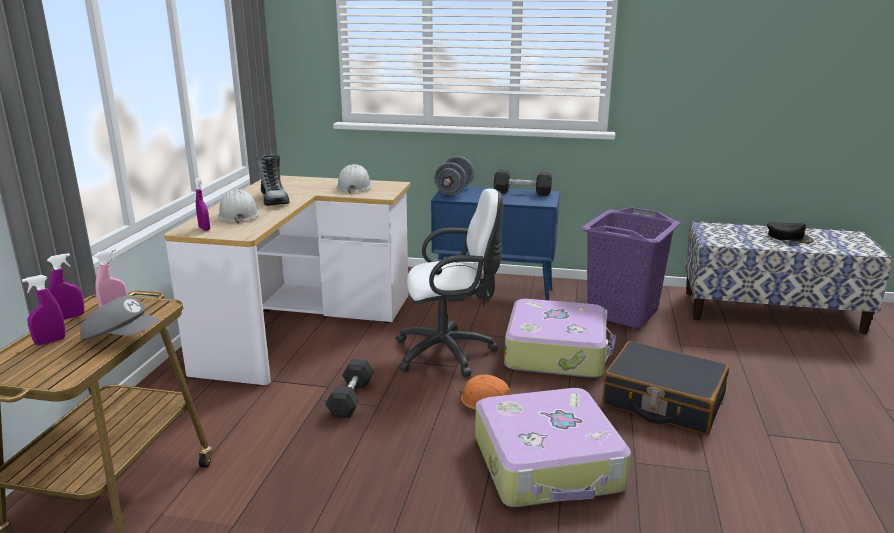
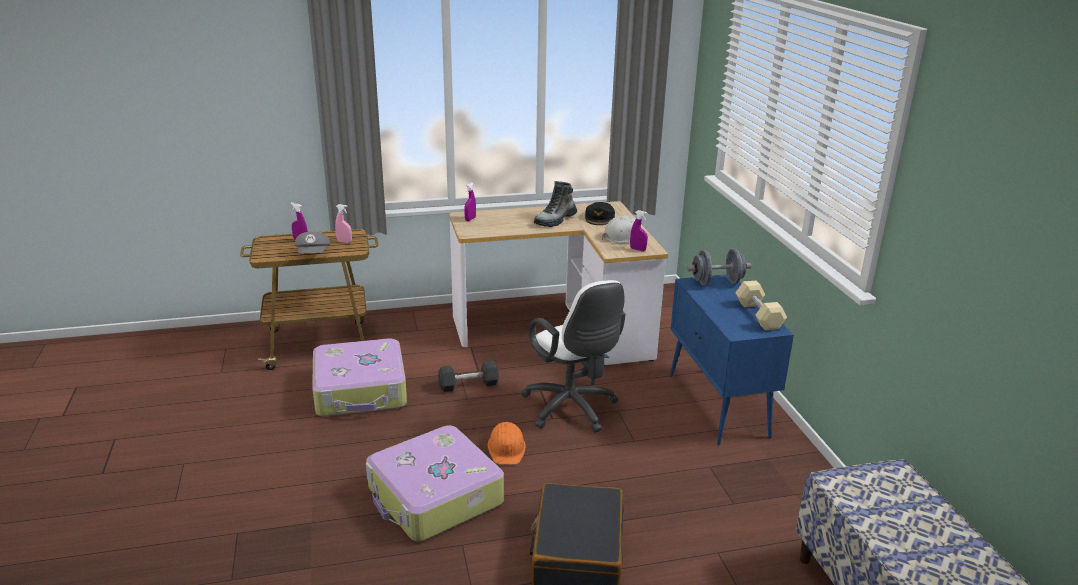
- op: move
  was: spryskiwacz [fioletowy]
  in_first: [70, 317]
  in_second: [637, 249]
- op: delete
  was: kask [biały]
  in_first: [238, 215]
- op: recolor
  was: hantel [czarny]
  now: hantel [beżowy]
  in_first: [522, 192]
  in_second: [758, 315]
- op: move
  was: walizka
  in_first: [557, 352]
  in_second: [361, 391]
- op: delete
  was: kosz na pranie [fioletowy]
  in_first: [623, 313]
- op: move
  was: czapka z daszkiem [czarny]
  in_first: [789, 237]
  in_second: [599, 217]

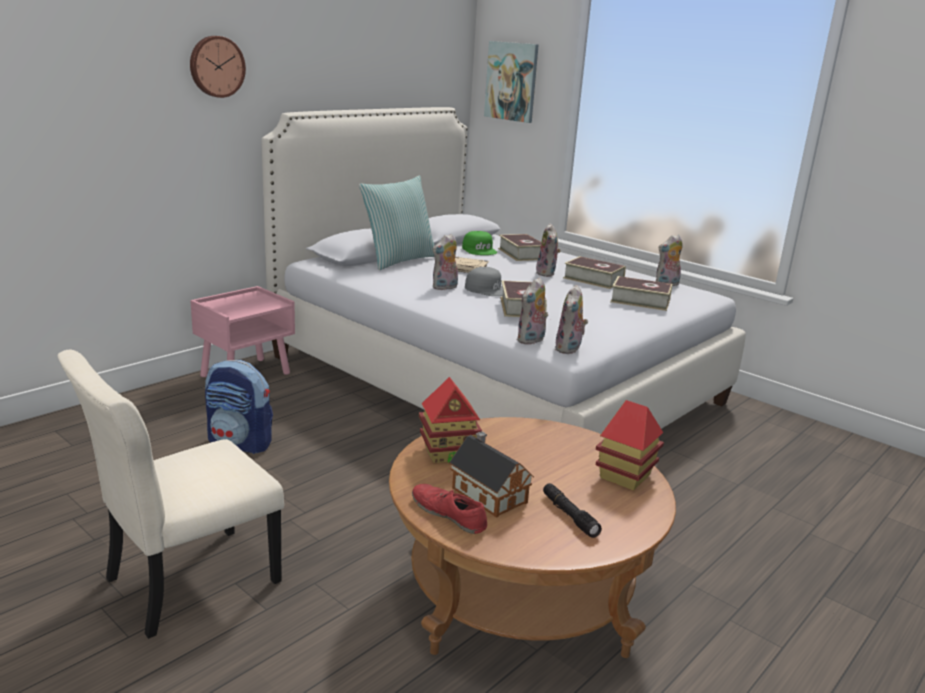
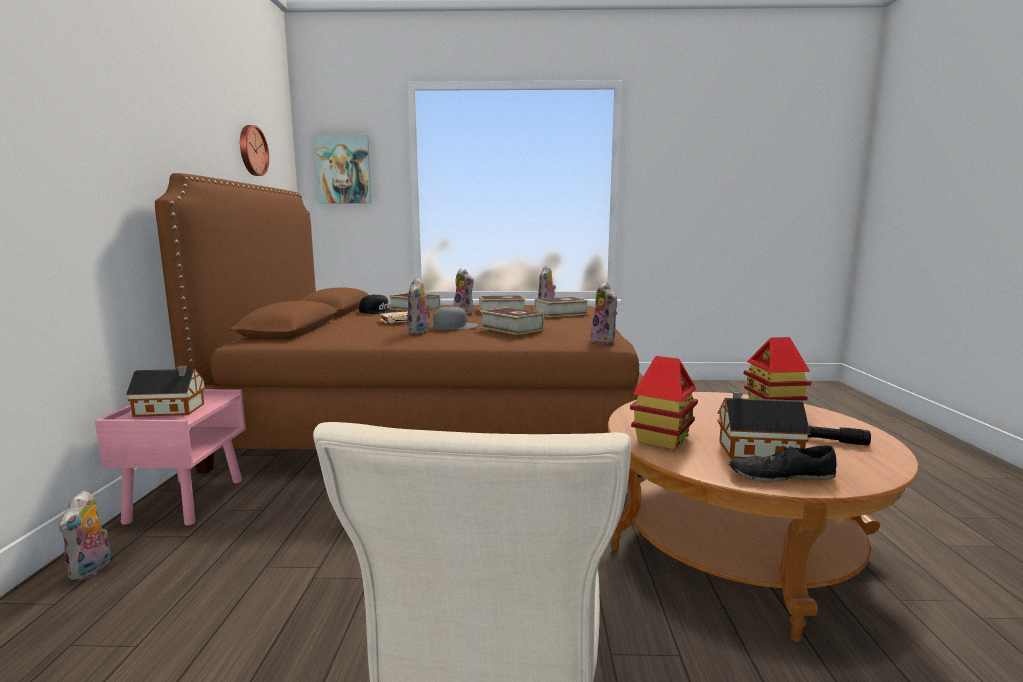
- op: move
  was: zegar ścienny
  in_first: [216, 66]
  in_second: [252, 150]
- op: delete
  was: plecak
  in_first: [241, 443]
- op: recolor
  was: łóżko [biały]
  now: łóżko [brązowy]
  in_first: [492, 379]
  in_second: [439, 420]
- op: delete
  was: poduszka
  in_first: [398, 260]
- op: recolor
  was: but [czerwony]
  now: but [czarny]
  in_first: [449, 514]
  in_second: [780, 476]
- op: recolor
  was: czapka z daszkiem [zielony]
  now: czapka z daszkiem [czarny]
  in_first: [480, 250]
  in_second: [378, 311]
- op: move
  was: pluszak
  in_first: [531, 340]
  in_second: [92, 570]
- op: insert
  now: domek
  in_second: [172, 410]

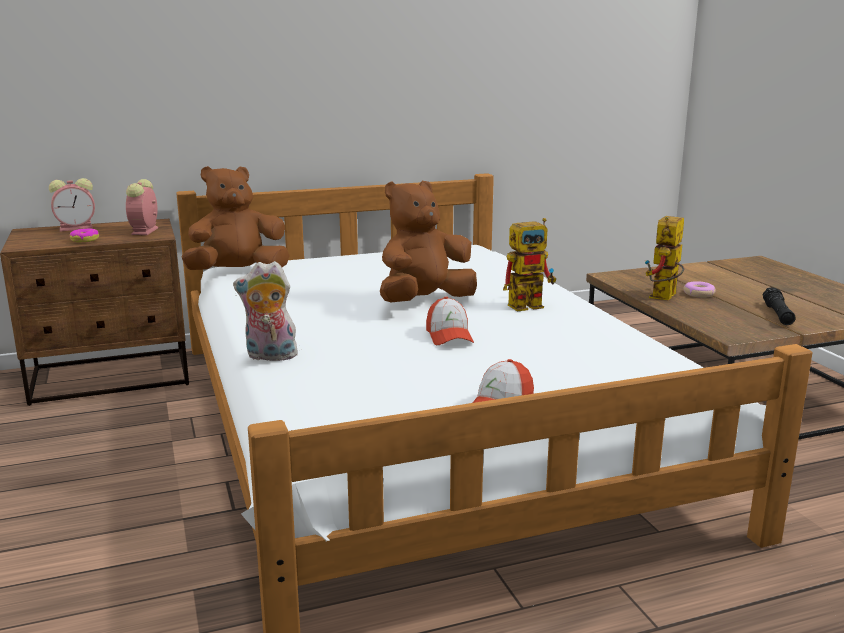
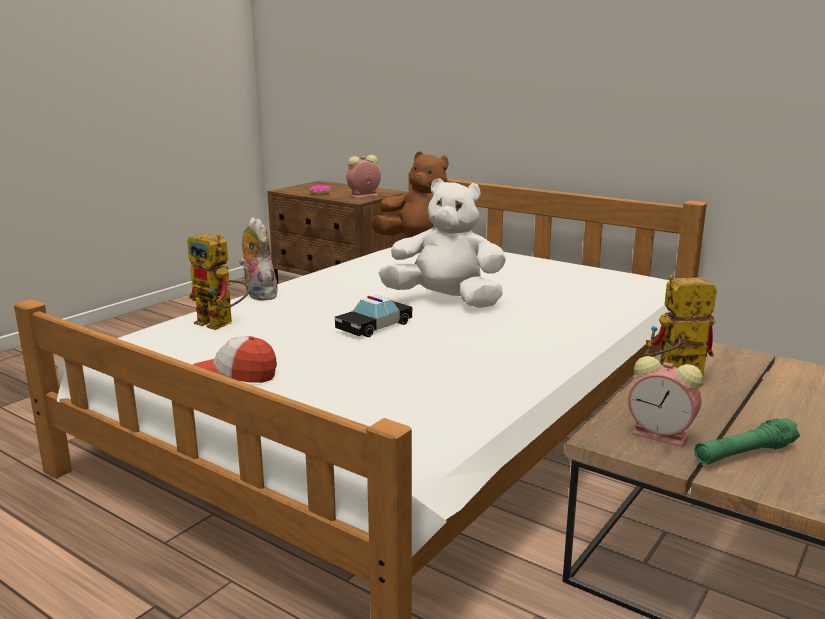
- op: move
  was: budzik
  in_first: [77, 228]
  in_second: [663, 435]
- op: recolor
  was: pluszak [brązowy]
  now: pluszak [biały]
  in_first: [424, 302]
  in_second: [446, 301]
- op: replace
  was: czapka z daszkiem
  now: samochodzik
  in_first: [449, 336]
  in_second: [374, 326]
- op: move
  was: robot zabawkowy
  in_first: [531, 304]
  in_second: [221, 324]
- op: delete
  was: donut
  in_first: [698, 294]
- op: recolor
  was: latarka [czarny]
  now: latarka [zielony]
  in_first: [777, 314]
  in_second: [744, 453]

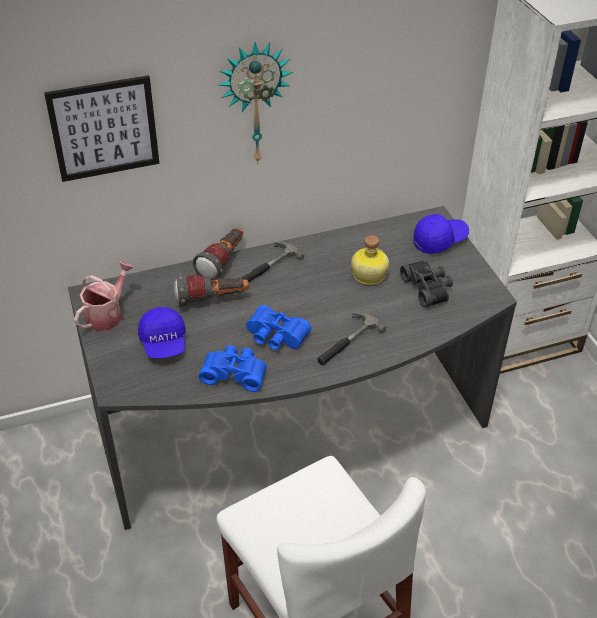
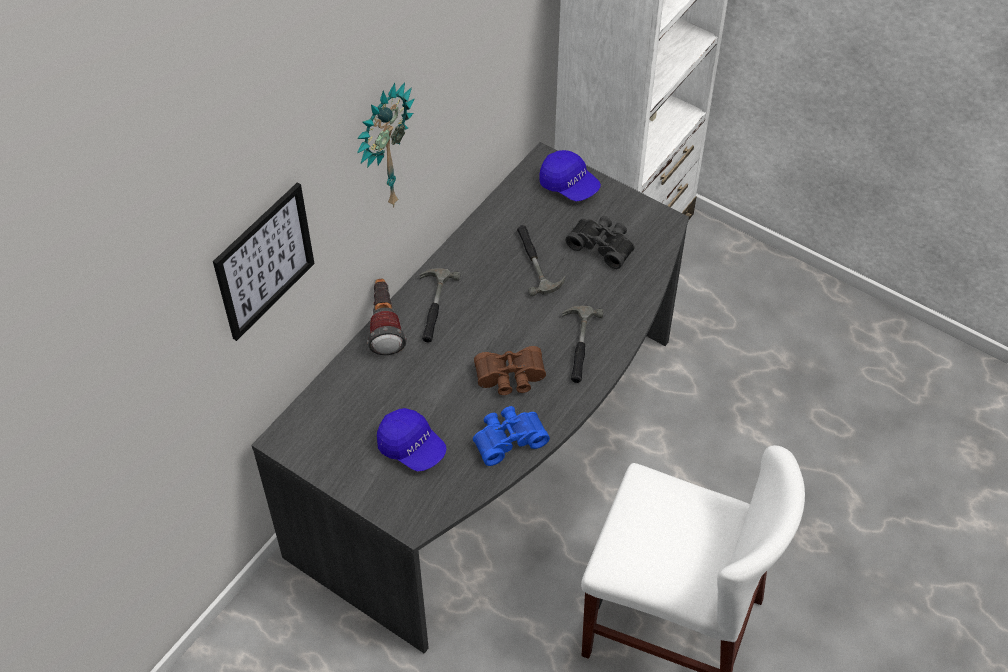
- op: delete
  was: konewka
  in_first: [107, 314]
- op: delete
  was: latarka
  in_first: [212, 300]
- op: recolor
  was: lornetka [niebieski]
  now: lornetka [brązowy]
  in_first: [275, 337]
  in_second: [510, 378]
- op: replace
  was: butelka
  now: młotek
  in_first: [368, 275]
  in_second: [536, 261]
- op: rotate
  was: czapka z daszkiem [niebieski]
  in_first: [439, 240]
  in_second: [569, 185]
  clockwise: 105

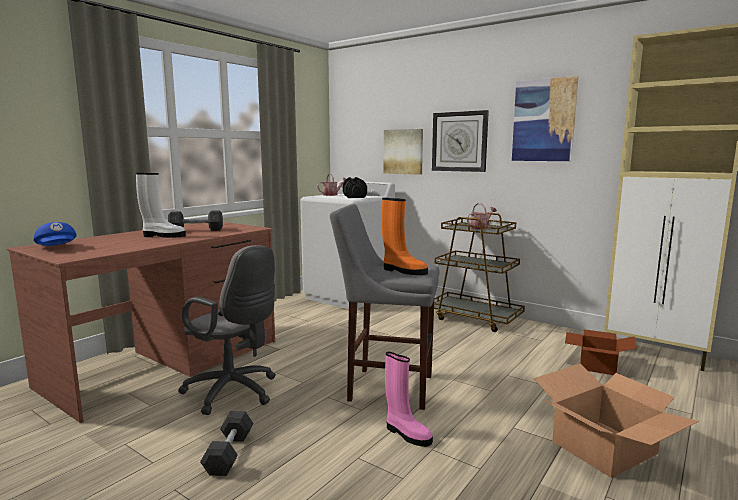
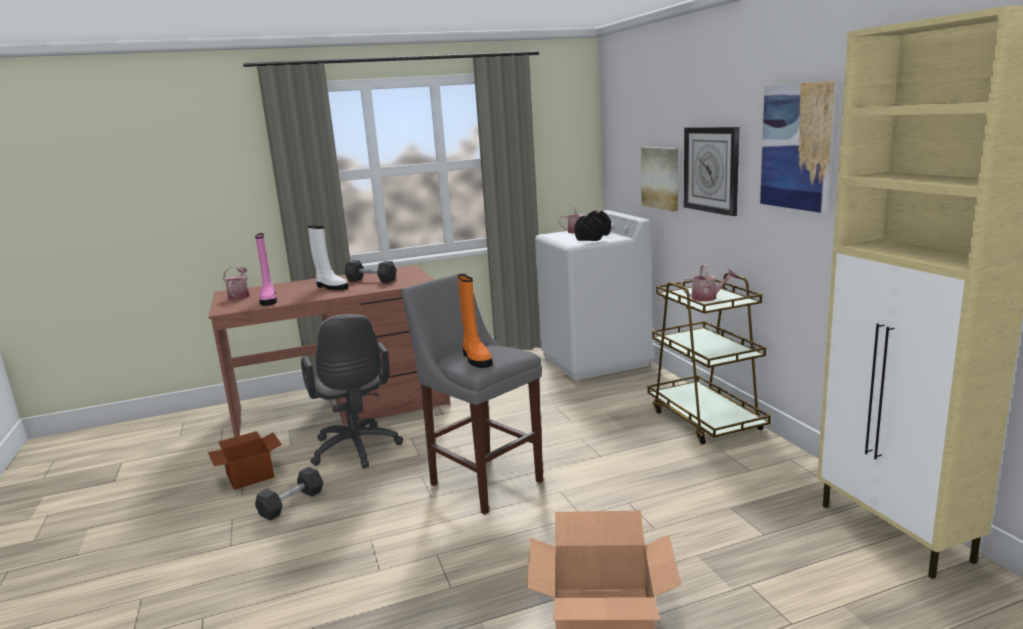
- op: replace
  was: czapka z daszkiem [niebieski]
  now: konewka
  in_first: [58, 248]
  in_second: [239, 296]
- op: move
  was: but z cholewką [różowy]
  in_first: [406, 434]
  in_second: [269, 300]
- op: move
  was: karton
  in_first: [596, 365]
  in_second: [250, 475]

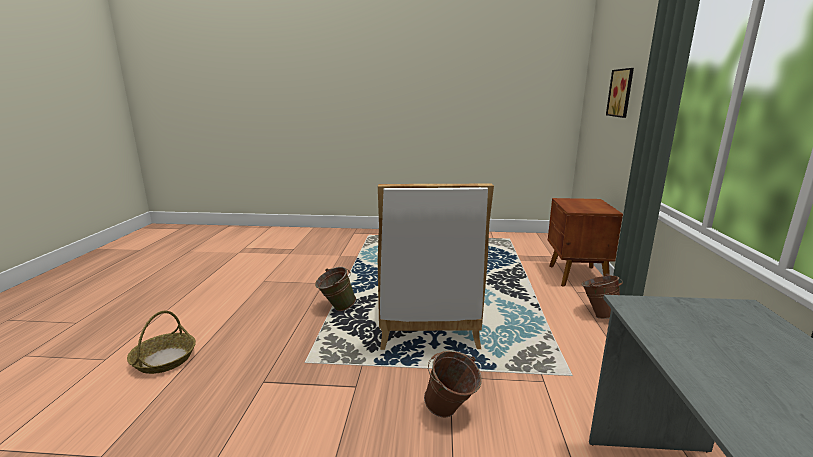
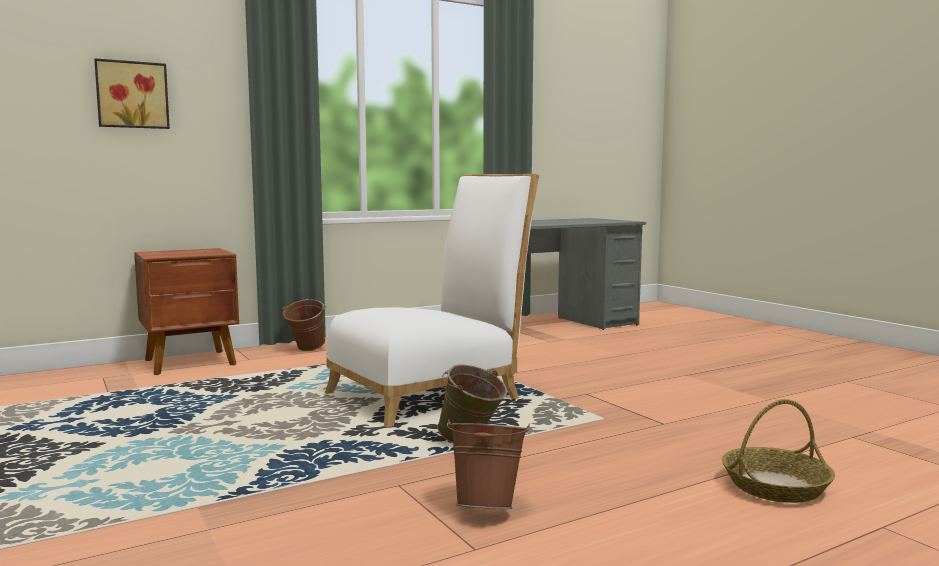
- op: move
  was: wiadro [brązowy]
  in_first: [450, 413]
  in_second: [487, 507]

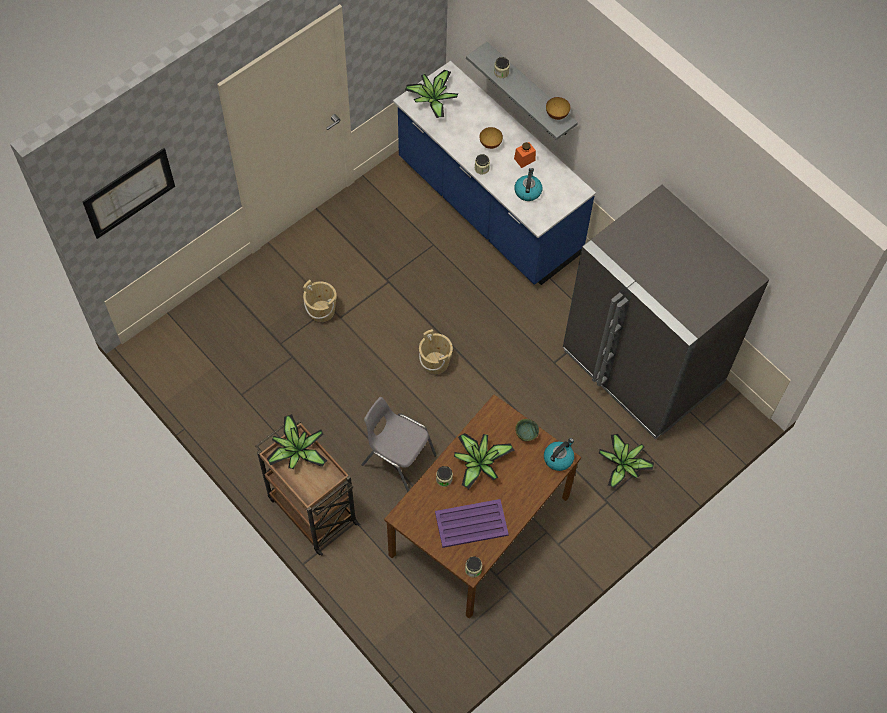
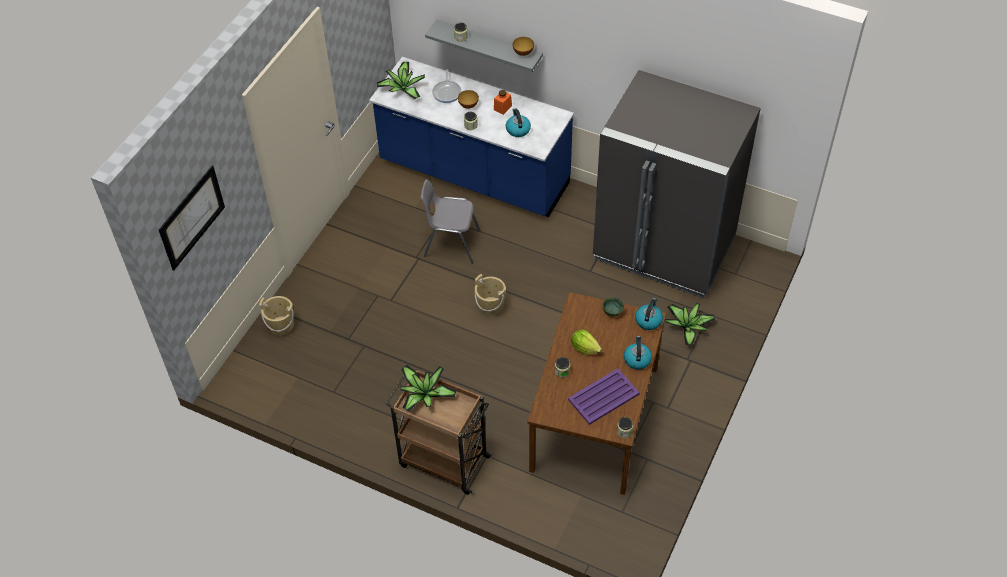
- op: move
  was: wiadro [beżowy]
  in_first: [321, 311]
  in_second: [281, 325]
- op: move
  was: krzesło [szary]
  in_first: [398, 460]
  in_second: [451, 243]
- op: replace
  was: roślina doniczkowa
  now: sałata
  in_first: [479, 462]
  in_second: [585, 348]
- op: insert
  now: patelnia
  in_second: [447, 92]
- op: insert
  now: czajnik
  in_second: [637, 359]

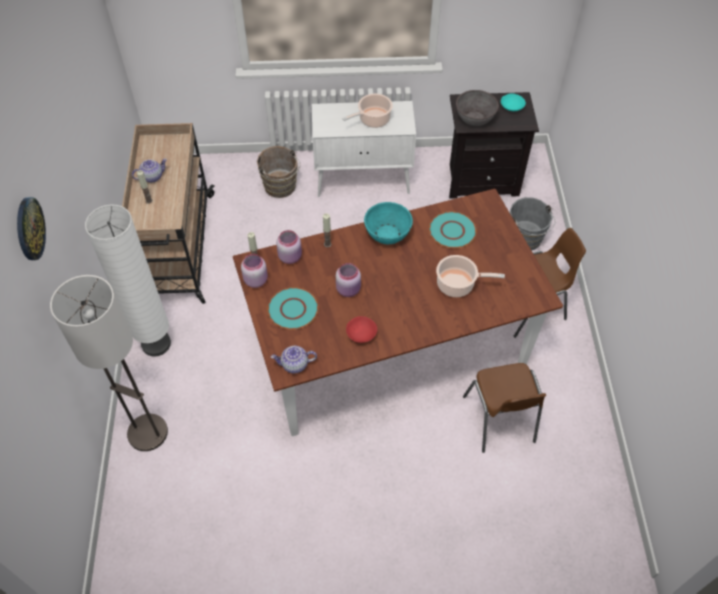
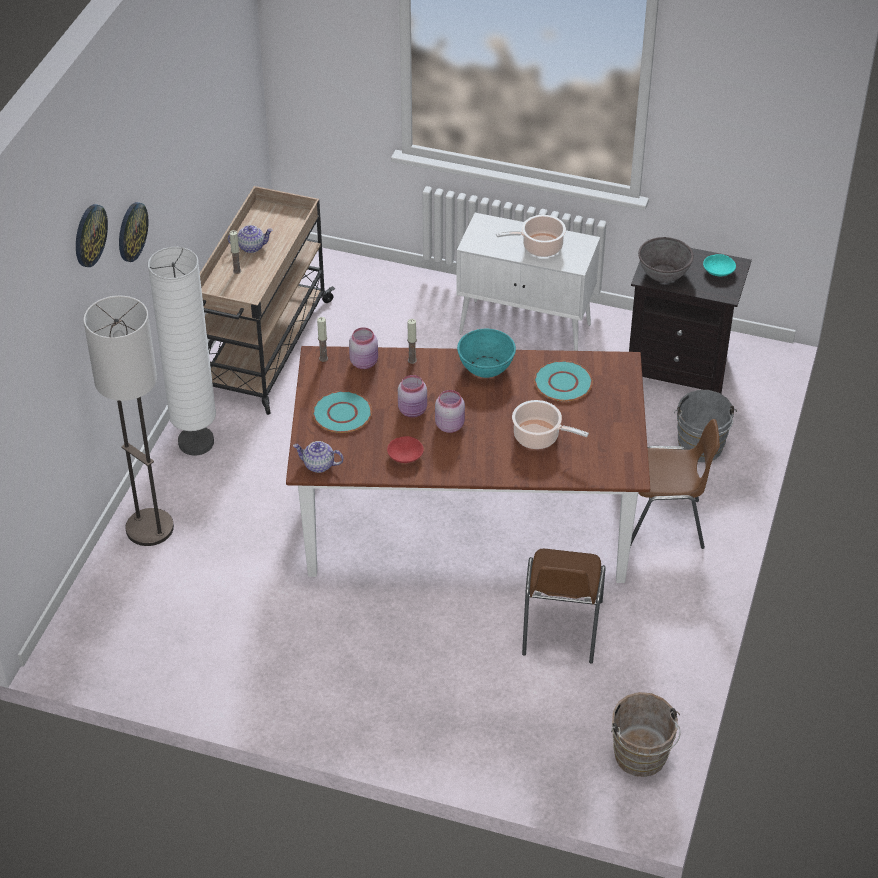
- op: move
  was: słoik [różowy]
  in_first: [256, 280]
  in_second: [450, 425]
- op: move
  was: wiadro [brązowy]
  in_first: [281, 188]
  in_second: [641, 759]
- op: insert
  now: zegar ścienny
  in_second: [131, 231]

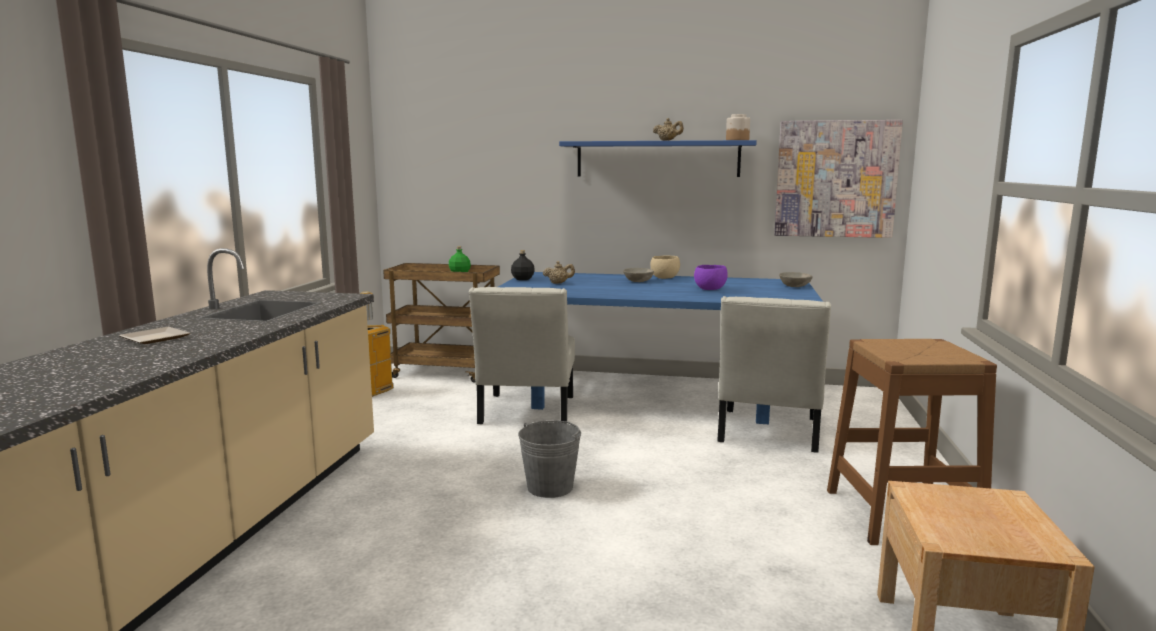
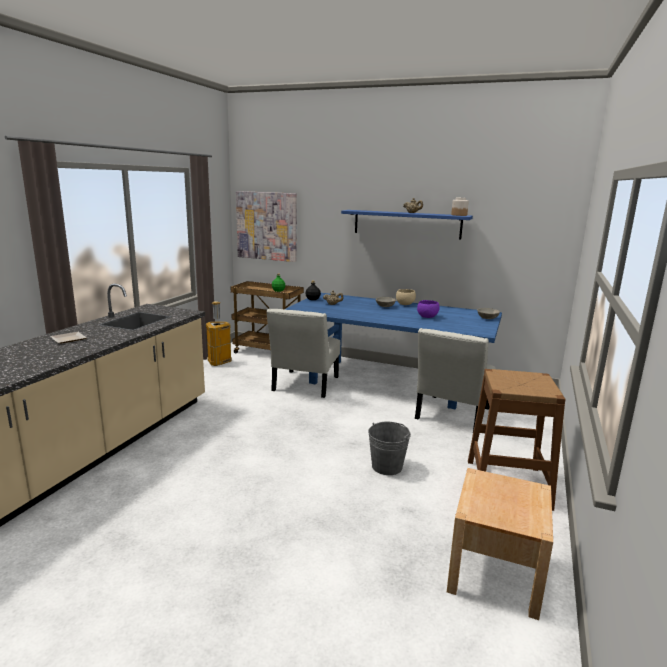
- op: move
  was: wiadro [szary]
  in_first: [550, 487]
  in_second: [387, 466]
- op: move
  was: obraz
  in_first: [835, 179]
  in_second: [267, 226]

